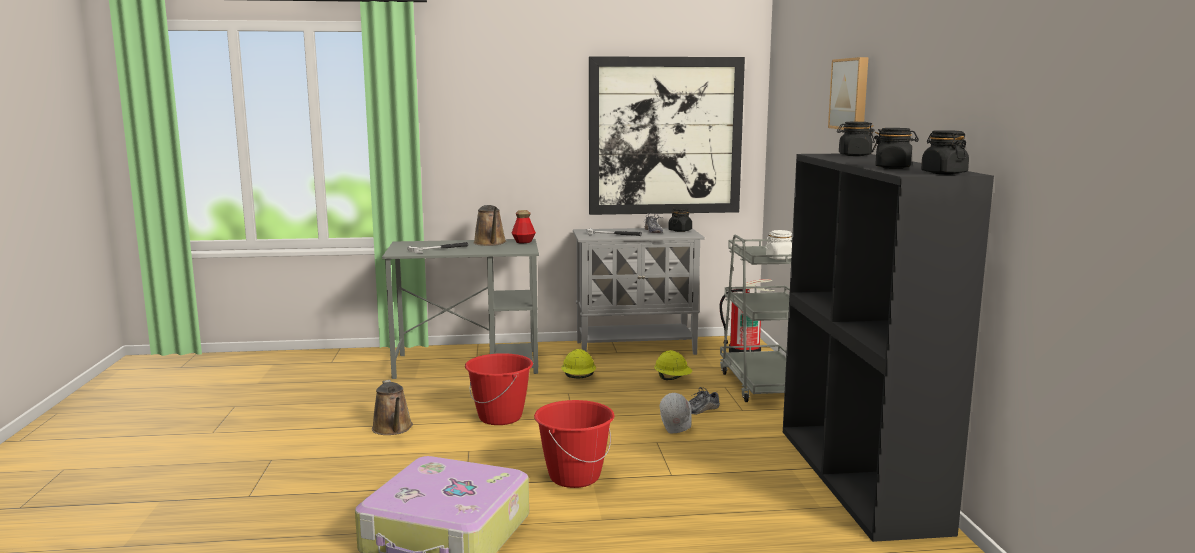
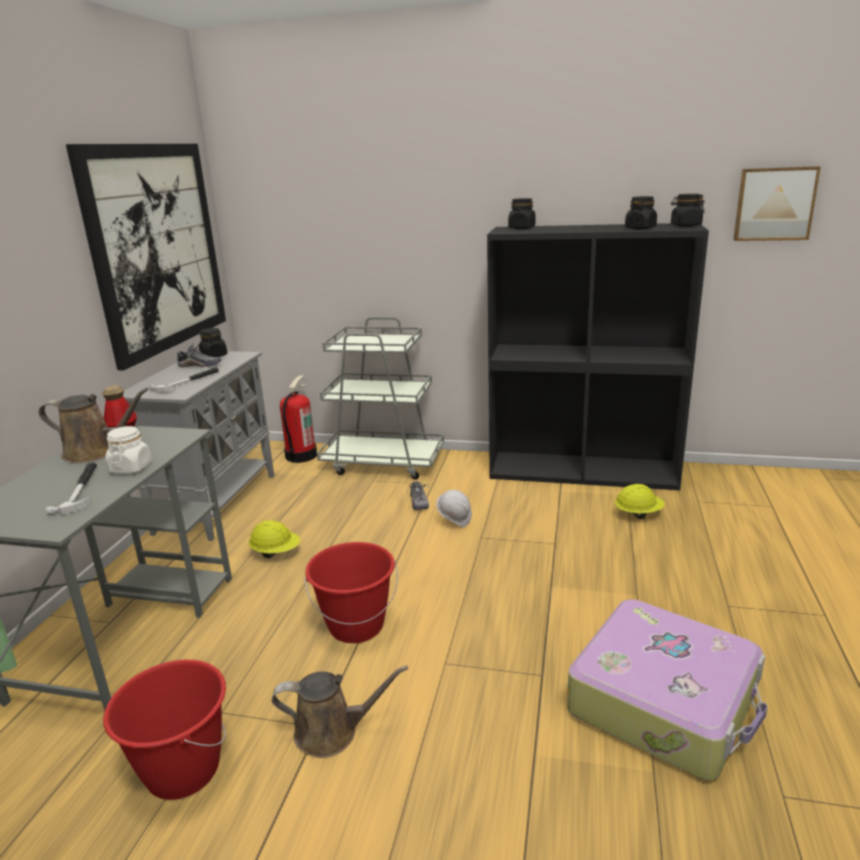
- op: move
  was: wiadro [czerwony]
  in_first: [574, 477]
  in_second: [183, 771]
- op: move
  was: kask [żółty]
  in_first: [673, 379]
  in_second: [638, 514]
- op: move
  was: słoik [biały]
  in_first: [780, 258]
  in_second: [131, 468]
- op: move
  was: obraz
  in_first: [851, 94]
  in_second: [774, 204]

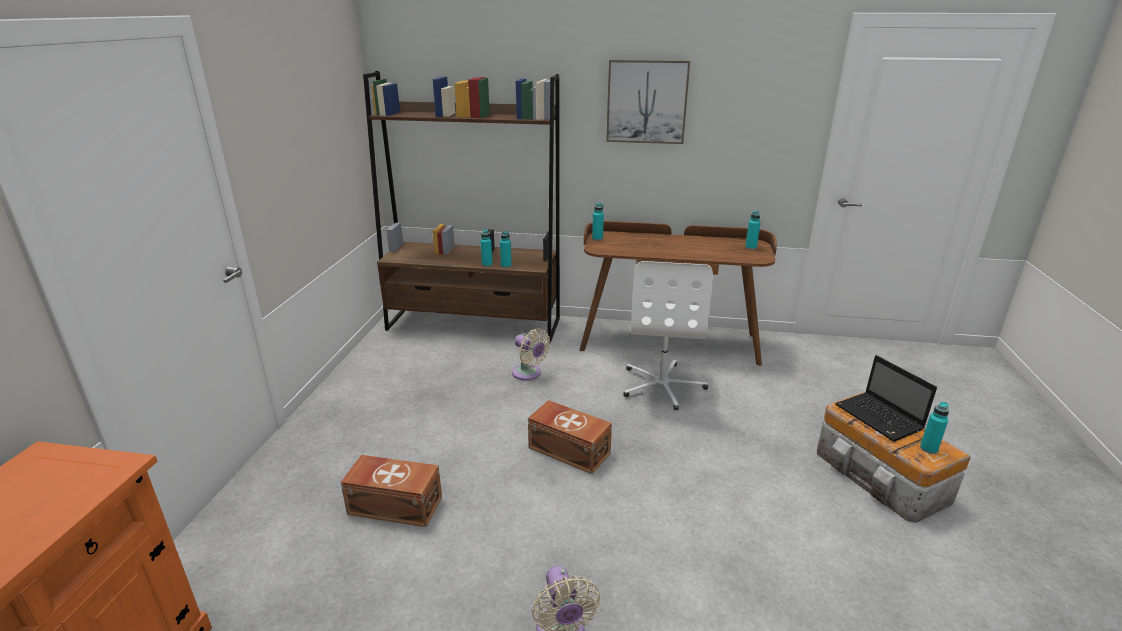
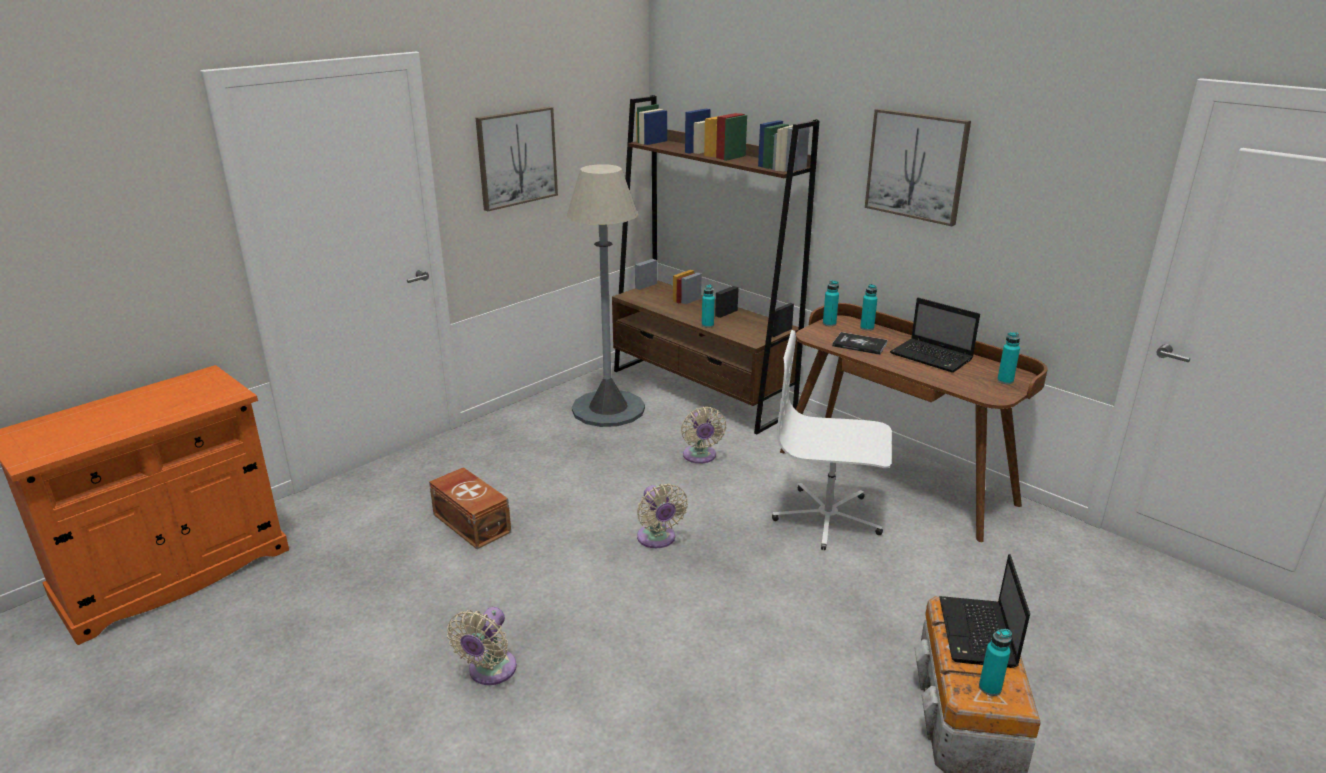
- op: move
  was: butelka [turkusowy]
  in_first: [506, 266]
  in_second: [867, 328]
- op: replace
  was: pojemnik do przechowywania [brązowy]
  now: wentylator [beżowy]
  in_first: [569, 449]
  in_second: [657, 539]
- op: rotate
  was: krzesło biurowe [biały]
  in_first: [662, 385]
  in_second: [827, 518]
  clockwise: 60
- op: insert
  now: obraz
  in_second: [516, 158]
- op: insert
  now: lampa stojąca [szary]
  in_second: [608, 409]
- op: insert
  now: książka
  in_second: [859, 344]
- op: insert
  now: laptop
  in_second: [933, 357]

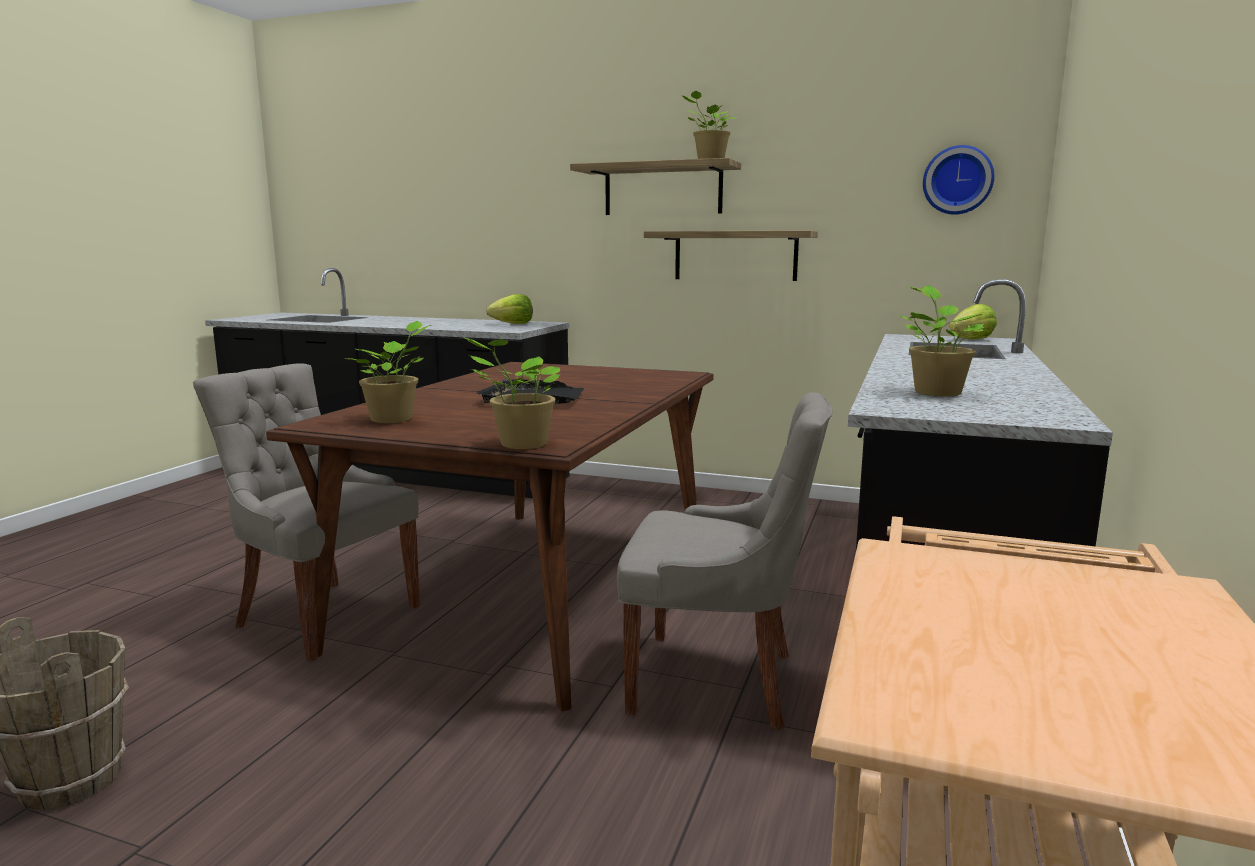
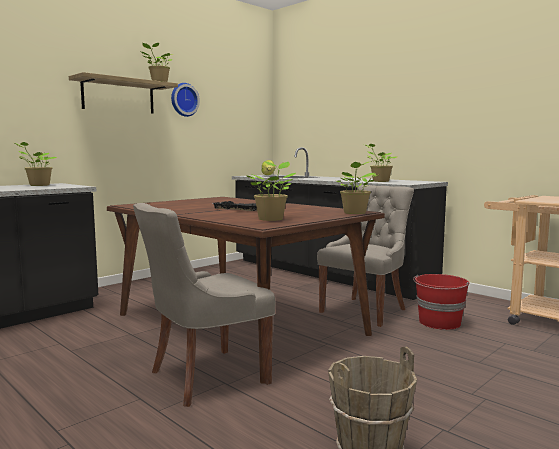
- op: replace
  was: sałata
  now: roślina doniczkowa
  in_first: [513, 324]
  in_second: [38, 185]
- op: delete
  was: półka
  in_first: [735, 256]
- op: move
  was: zegar ścienny
  in_first: [957, 180]
  in_second: [183, 100]
- op: insert
  now: wiadro [czerwony]
  in_second: [439, 323]

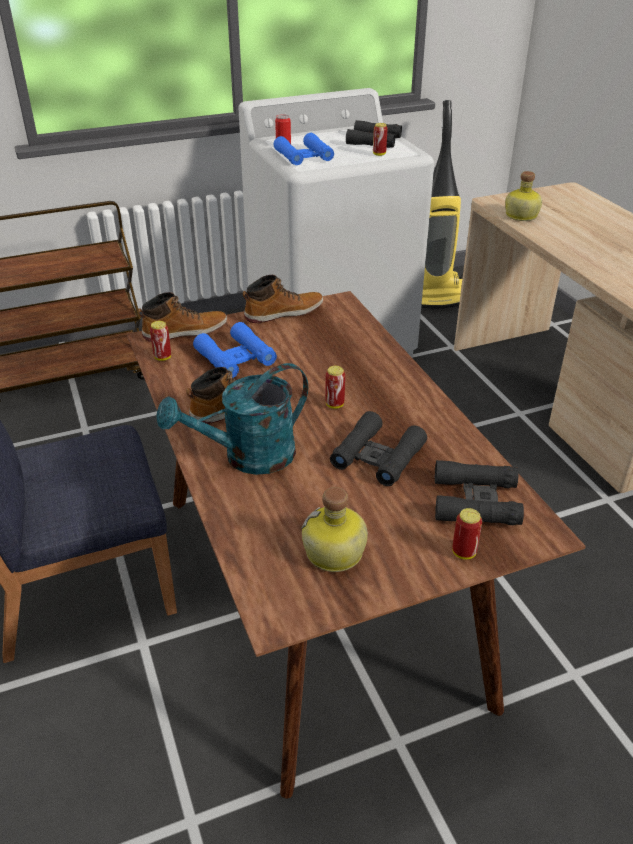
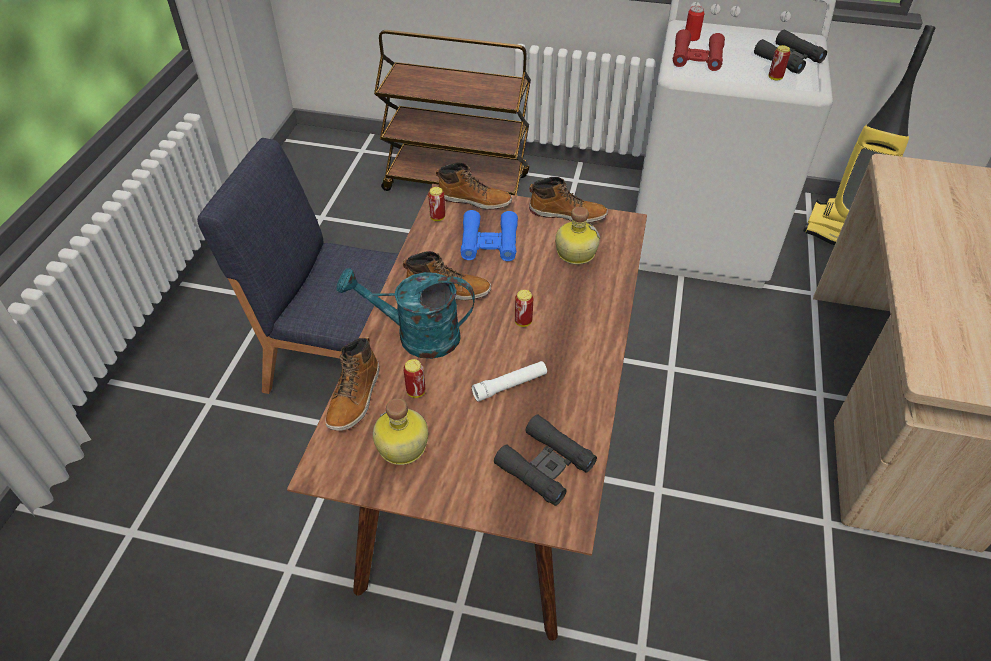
- op: recolor
  was: lornetka [niebieski]
  now: lornetka [czerwony]
  in_first: [304, 156]
  in_second: [697, 57]
- op: replace
  was: lornetka [czarny]
  now: latarka [biały]
  in_first: [378, 456]
  in_second: [510, 385]
- op: move
  was: puszka
  in_first: [464, 552]
  in_second: [416, 392]
- op: move
  was: butelka
  in_first: [520, 215]
  in_second: [574, 252]
- op: insert
  now: but z cholewką
  in_second: [355, 397]

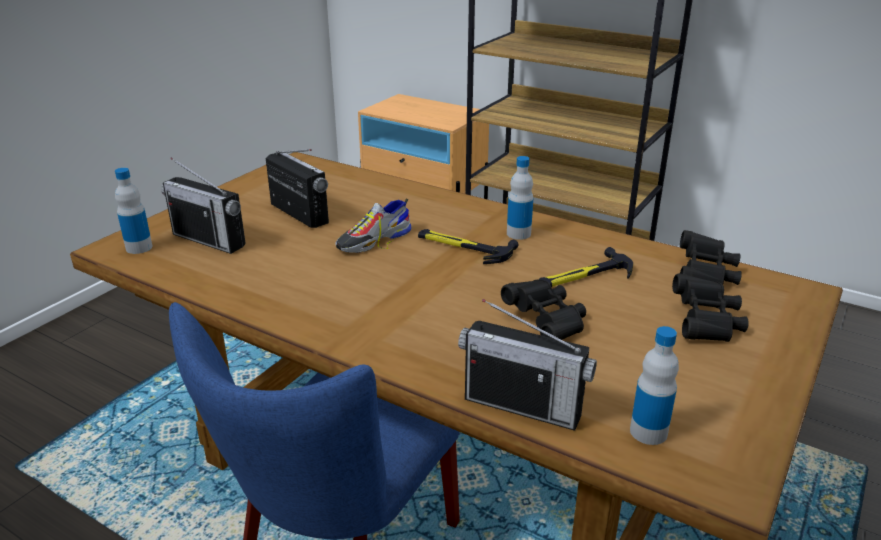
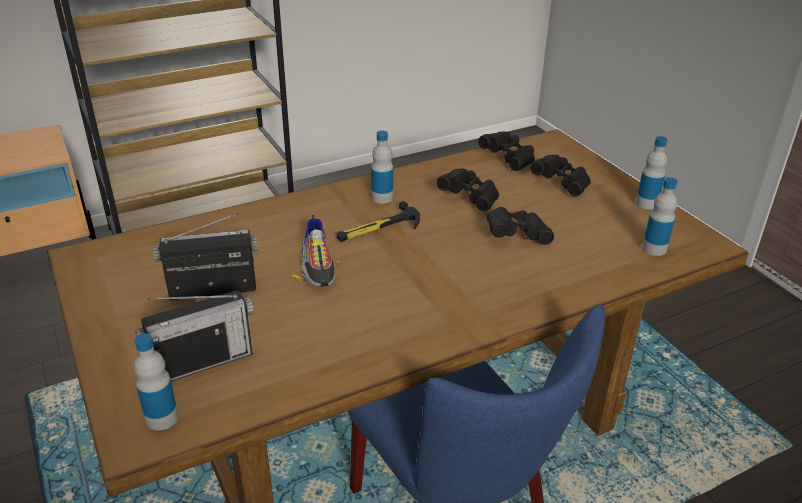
- op: delete
  was: radio
  in_first: [523, 406]
- op: replace
  was: młotek
  now: lornetka [czarny]
  in_first: [584, 276]
  in_second: [470, 198]
- op: insert
  now: butelka
  in_second: [646, 203]

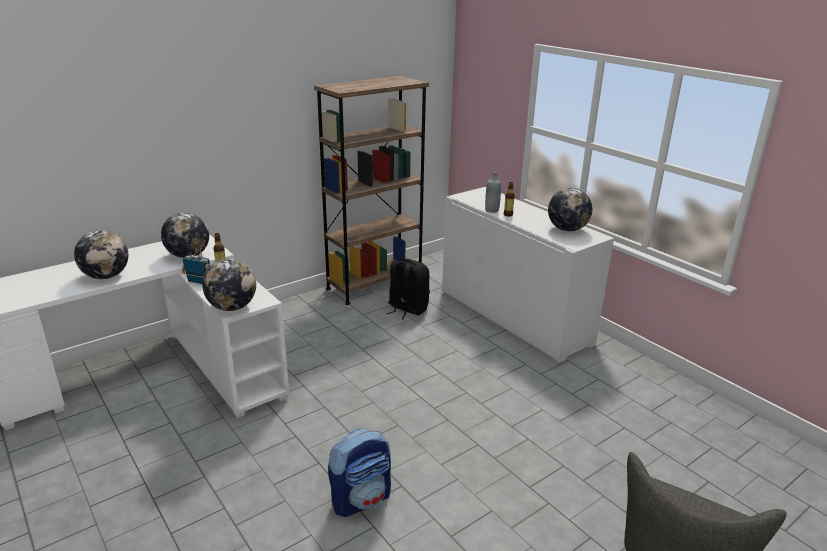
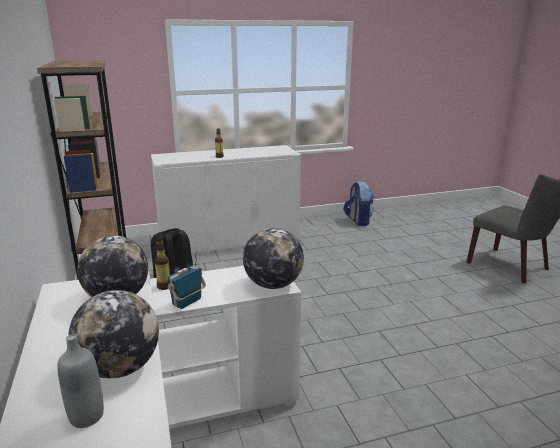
- op: move
  was: plecak
  in_first: [361, 499]
  in_second: [358, 221]
- op: move
  was: butelka [szary]
  in_first: [492, 210]
  in_second: [86, 416]
- op: delete
  was: globus
  in_first: [567, 229]

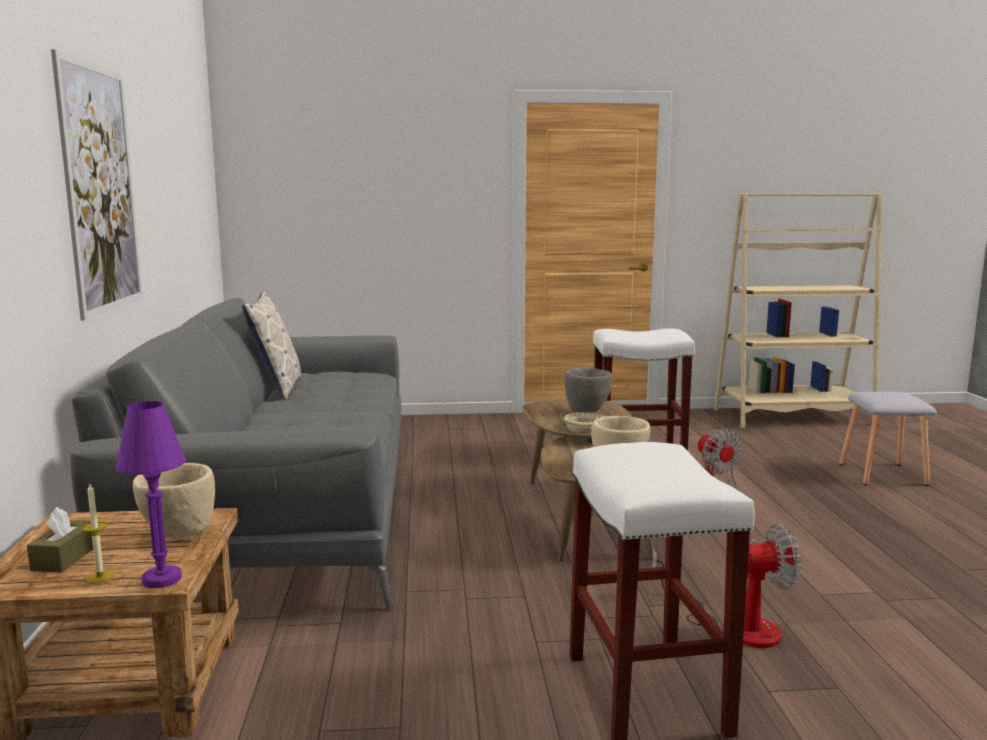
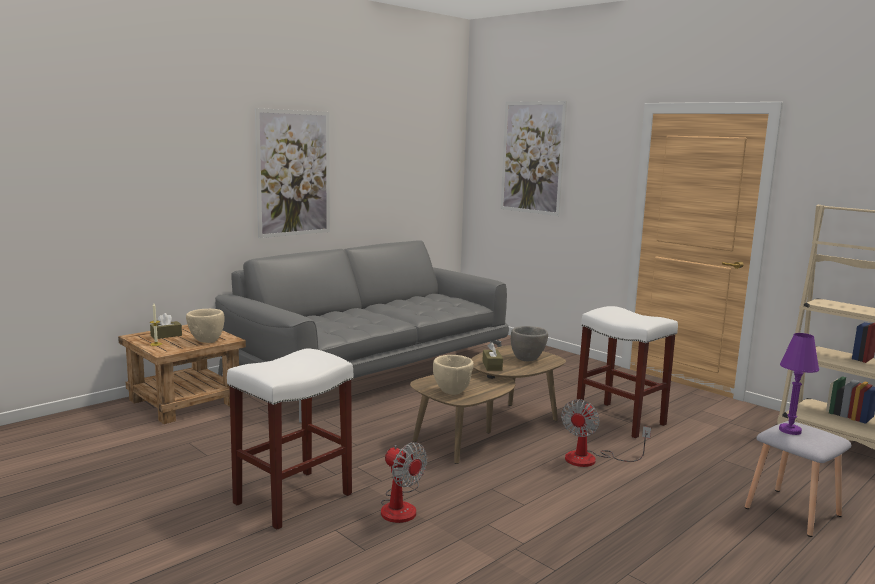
- op: move
  was: lampa stołowa [fioletowy]
  in_first: [162, 579]
  in_second: [790, 430]
- op: delete
  was: poduszka
  in_first: [277, 388]
- op: replace
  was: miska [beżowy]
  now: pudełko chusteczek [brązowy]
  in_first: [585, 427]
  in_second: [492, 366]
- op: insert
  now: obraz
  in_second: [532, 157]

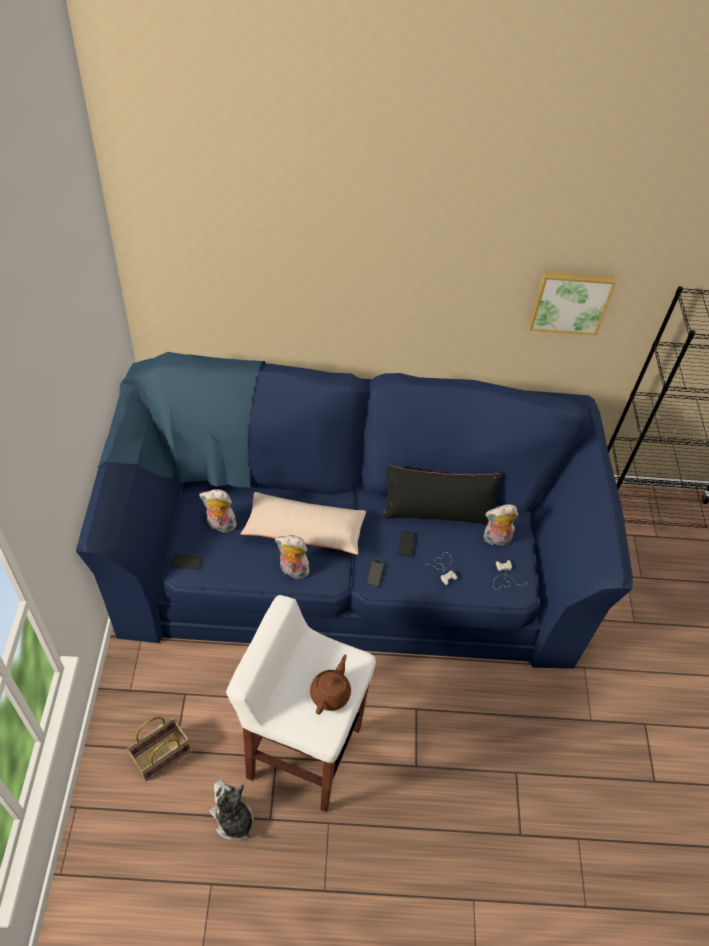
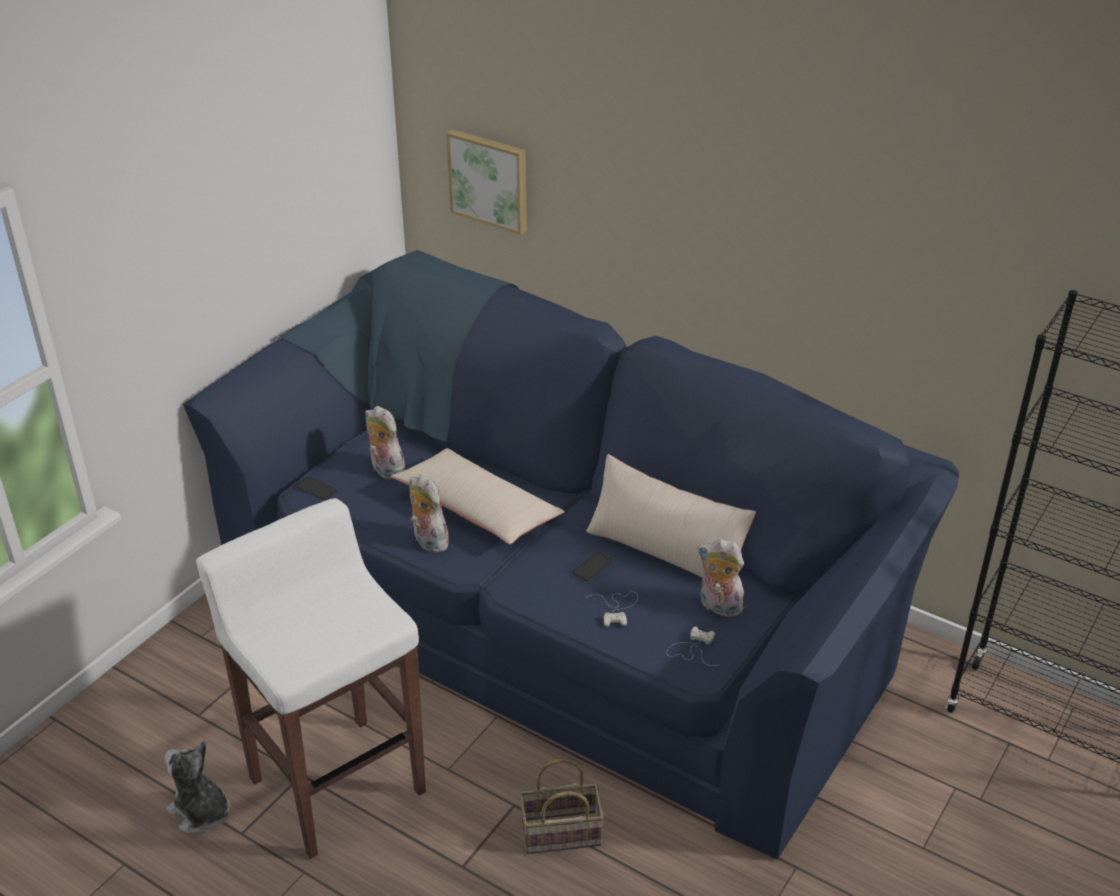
- op: move
  was: koszyk
  in_first: [160, 757]
  in_second: [559, 835]
- op: rotate
  was: pluszak
  in_first: [233, 819]
  in_second: [201, 812]
  clockwise: -45
- op: delete
  was: imbryk [brązowy]
  in_first: [330, 693]
- op: delete
  was: telefon
  in_first: [375, 574]
- op: recolor
  was: poduszka [czarny]
  now: poduszka [beżowy]
  in_first: [438, 511]
  in_second: [666, 551]
- op: move
  was: obraz
  in_first: [570, 301]
  in_second: [490, 180]

